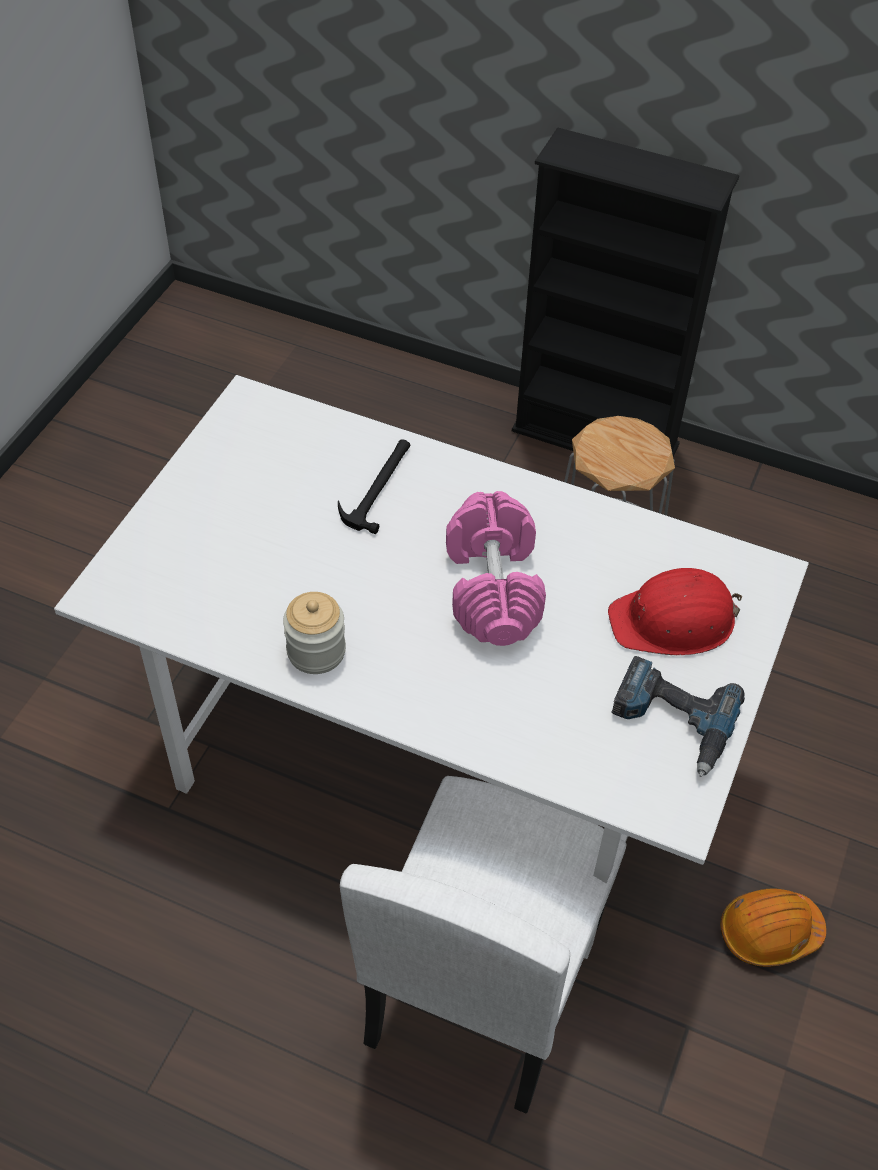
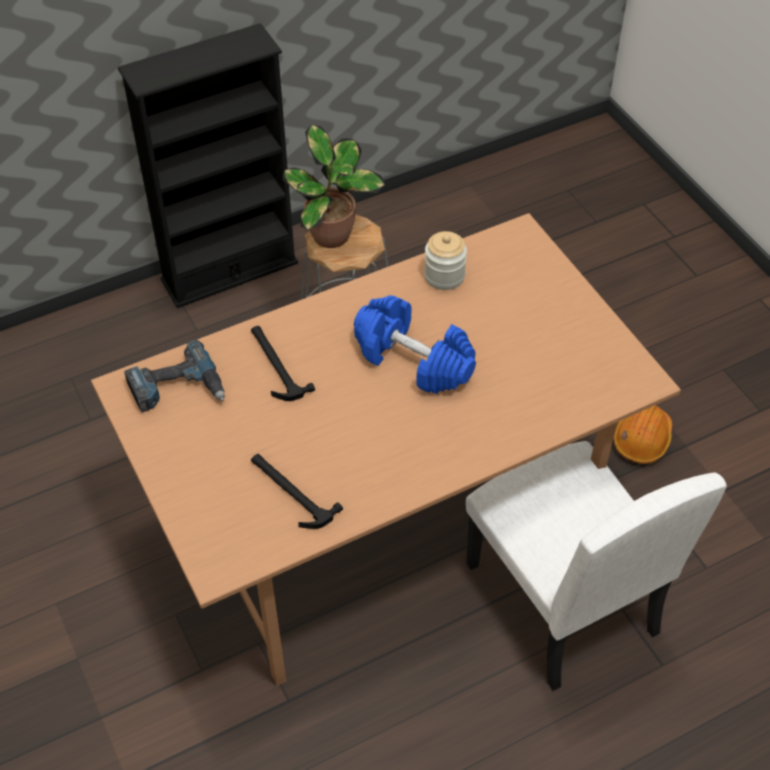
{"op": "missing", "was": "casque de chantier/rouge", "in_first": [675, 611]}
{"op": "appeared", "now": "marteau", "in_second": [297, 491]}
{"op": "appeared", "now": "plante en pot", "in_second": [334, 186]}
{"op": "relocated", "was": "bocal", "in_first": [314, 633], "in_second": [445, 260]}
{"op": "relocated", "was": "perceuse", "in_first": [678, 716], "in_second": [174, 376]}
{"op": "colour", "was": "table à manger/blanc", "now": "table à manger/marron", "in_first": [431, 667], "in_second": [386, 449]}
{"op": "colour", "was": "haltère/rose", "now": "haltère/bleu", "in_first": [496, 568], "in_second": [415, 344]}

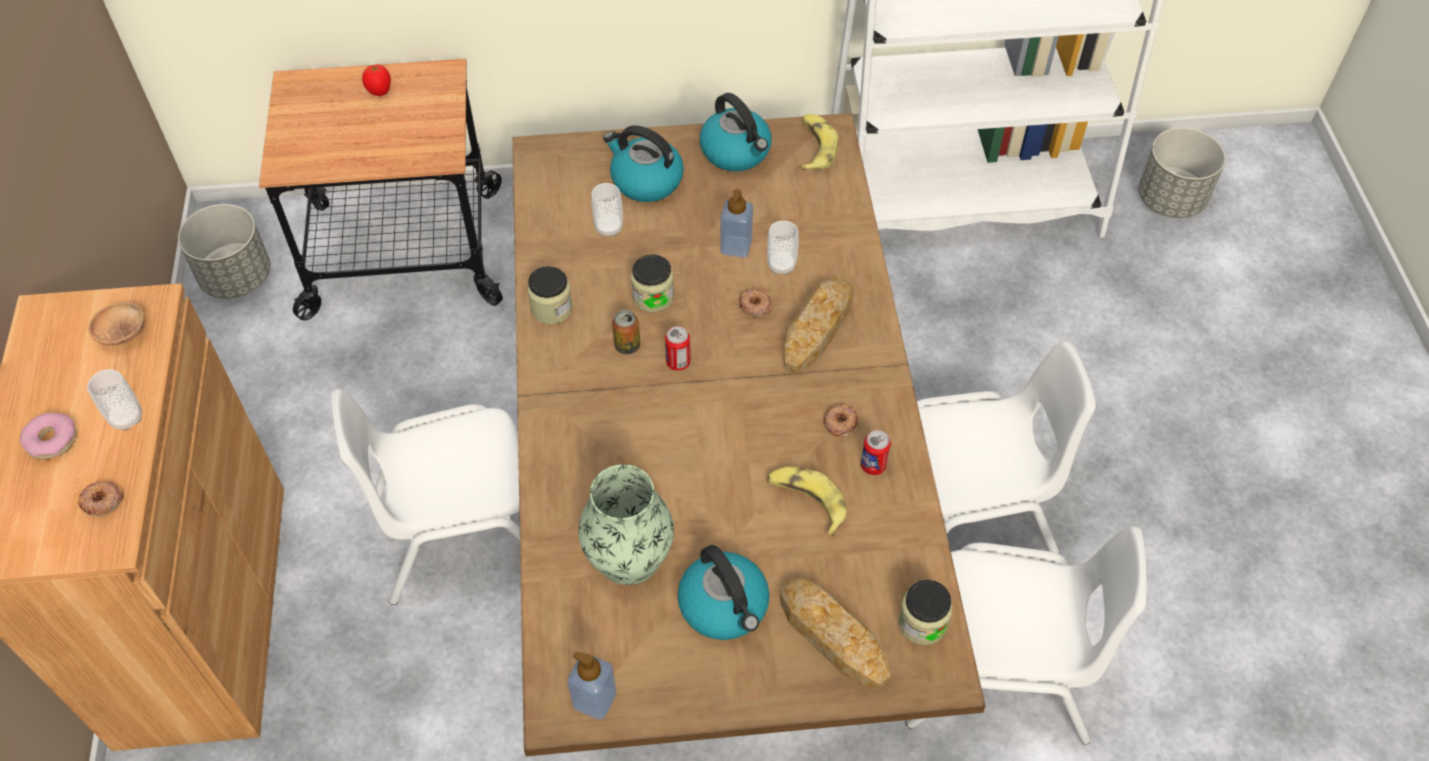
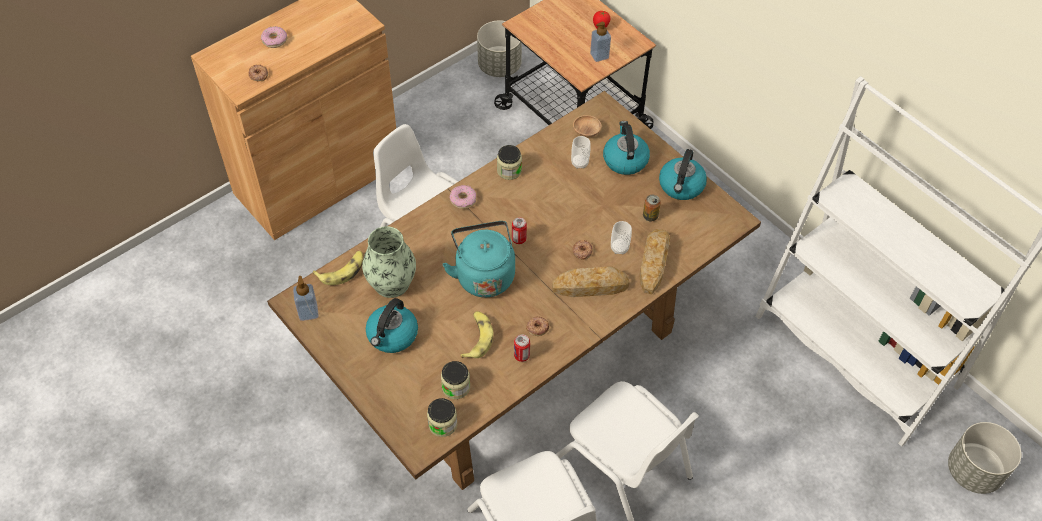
{"op": "missing", "was": "tasse", "in_first": [114, 400]}
{"op": "appeared", "now": "bouilloire/turquoise", "in_second": [479, 259]}
{"op": "appeared", "now": "beignet", "in_second": [463, 197]}
{"op": "relocated", "was": "bol/marron", "in_first": [116, 324], "in_second": [587, 126]}
{"op": "relocated", "was": "boîte métallique", "in_first": [626, 332], "in_second": [652, 208]}
{"op": "relocated", "was": "bocal", "in_first": [652, 283], "in_second": [455, 380]}
{"op": "relocated", "was": "distributeur de savon", "in_first": [736, 223], "in_second": [600, 42]}
{"op": "relocated", "was": "pain", "in_first": [835, 633], "in_second": [654, 261]}
{"op": "relocated", "was": "banane", "in_first": [819, 142], "in_second": [338, 268]}

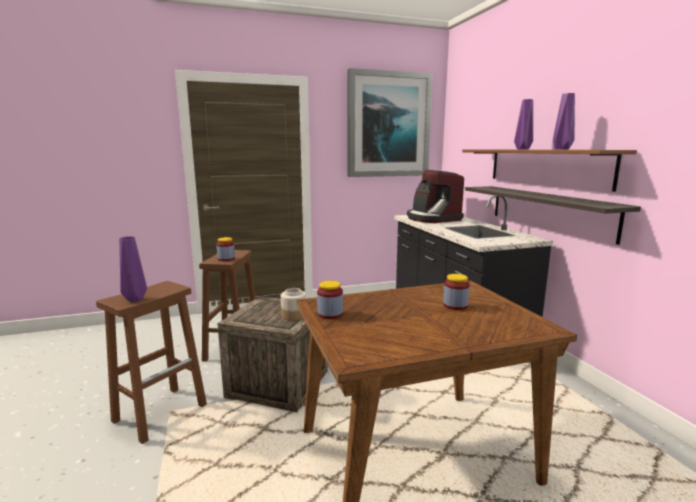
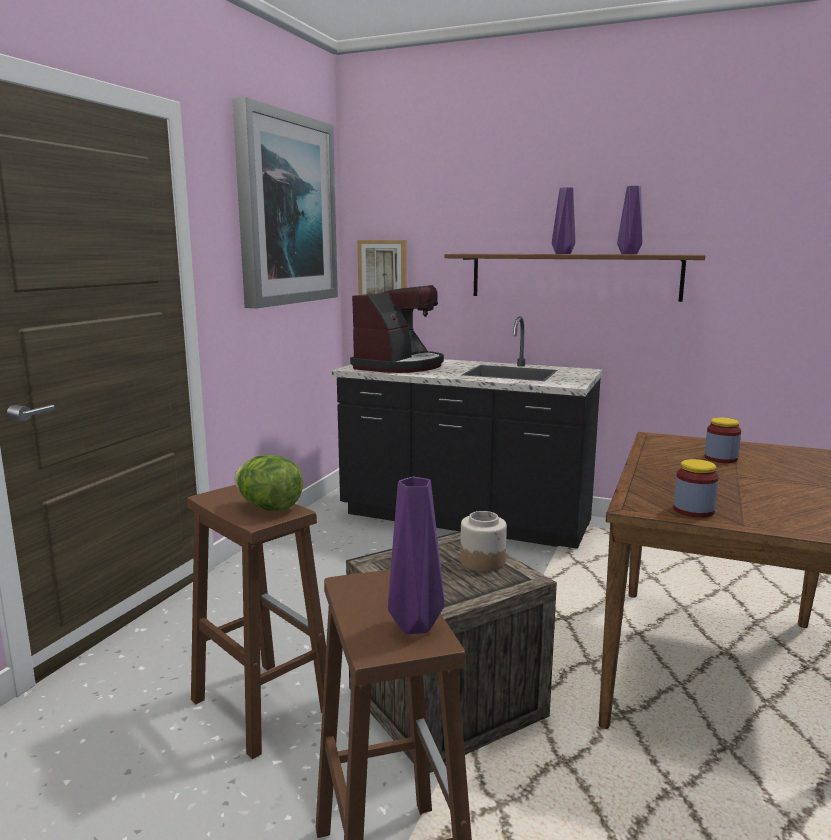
{"op": "missing", "was": "étagère", "in_first": [553, 215]}
{"op": "appeared", "now": "tableau", "in_second": [382, 267]}
{"op": "exchanged", "was": "bocal", "now": "laitue", "in_first": [226, 249], "in_second": [269, 483]}
{"op": "spun", "was": "machine à café", "in_first": [435, 196], "in_second": [397, 329], "clockwise": -75}

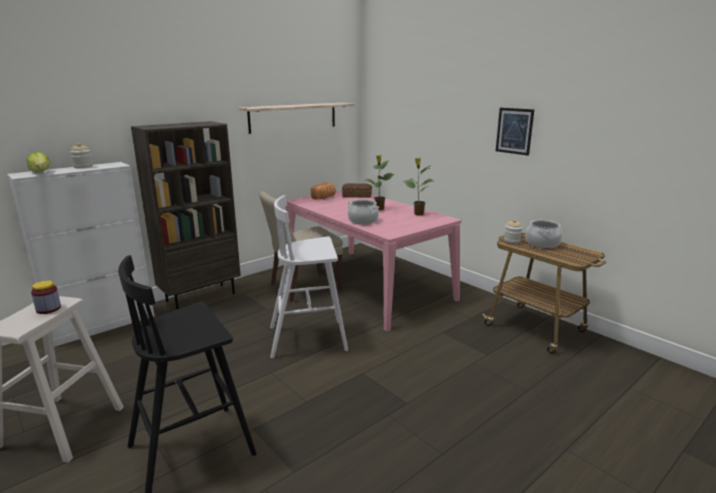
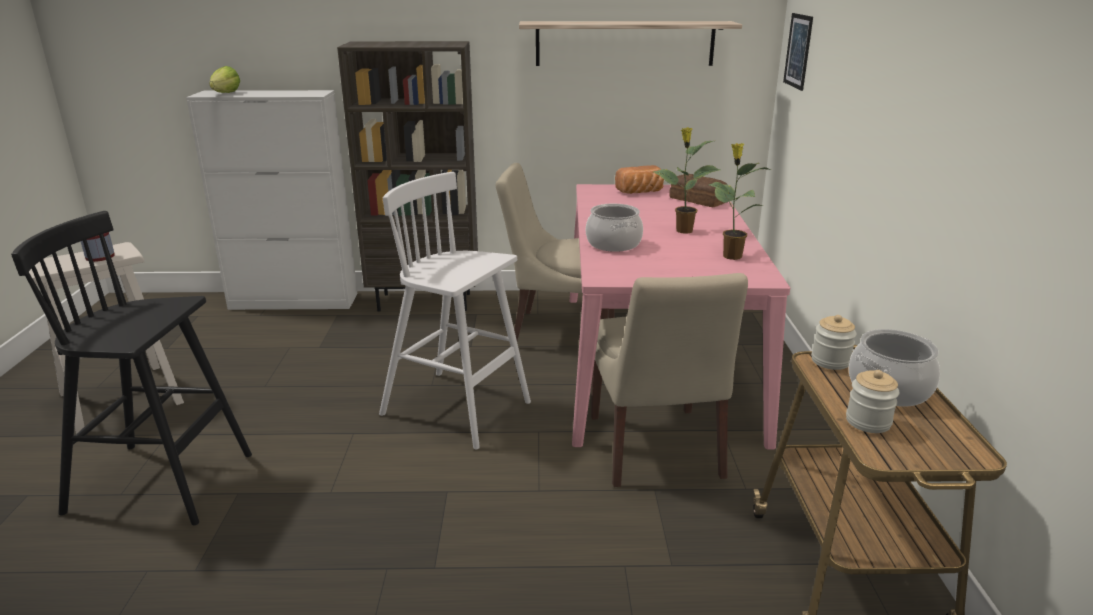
{"op": "appeared", "now": "chaise/beige", "in_second": [669, 380]}
{"op": "relocated", "was": "bocal", "in_first": [81, 155], "in_second": [873, 401]}
{"op": "relocated", "was": "tableau", "in_first": [515, 132], "in_second": [798, 52]}

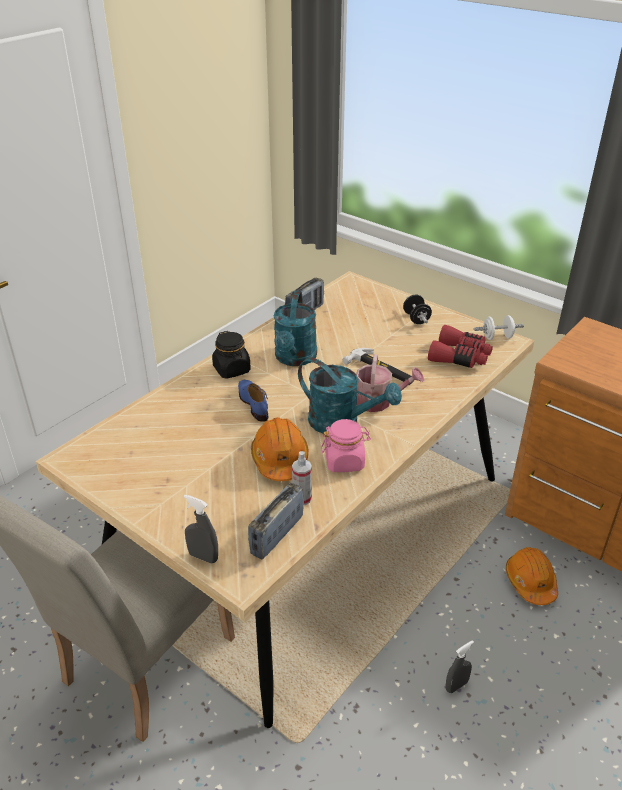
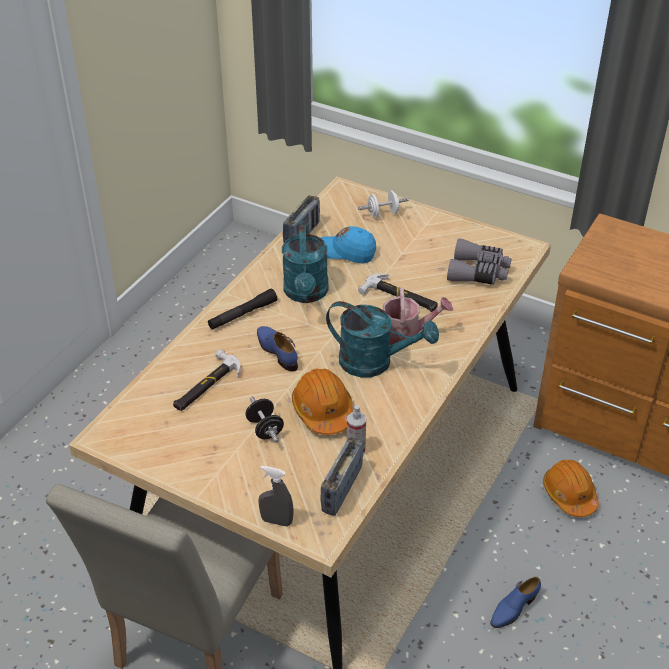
{"op": "missing", "was": "bocal/rose", "in_first": [346, 445]}
{"op": "appeared", "now": "marteau", "in_second": [207, 380]}
{"op": "appeared", "now": "casquette/bleu", "in_second": [348, 245]}
{"op": "relocated", "was": "haltère/noir", "in_first": [417, 309], "in_second": [265, 420]}
{"op": "relocated", "was": "haltère/blanc", "in_first": [499, 327], "in_second": [383, 204]}
{"op": "exchanged", "was": "bocal/noir", "now": "lampe de poche/noir", "in_first": [231, 355], "in_second": [242, 309]}
{"op": "exchanged", "was": "vaporisateur/gris", "now": "chaussure/bleu", "in_first": [460, 666], "in_second": [515, 602]}
{"op": "colour", "was": "jumelles/rouge", "now": "jumelles/gris", "in_first": [460, 346], "in_second": [479, 261]}

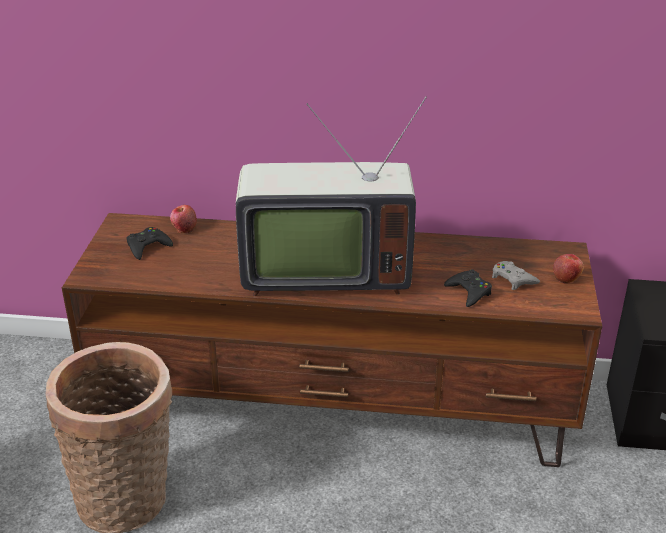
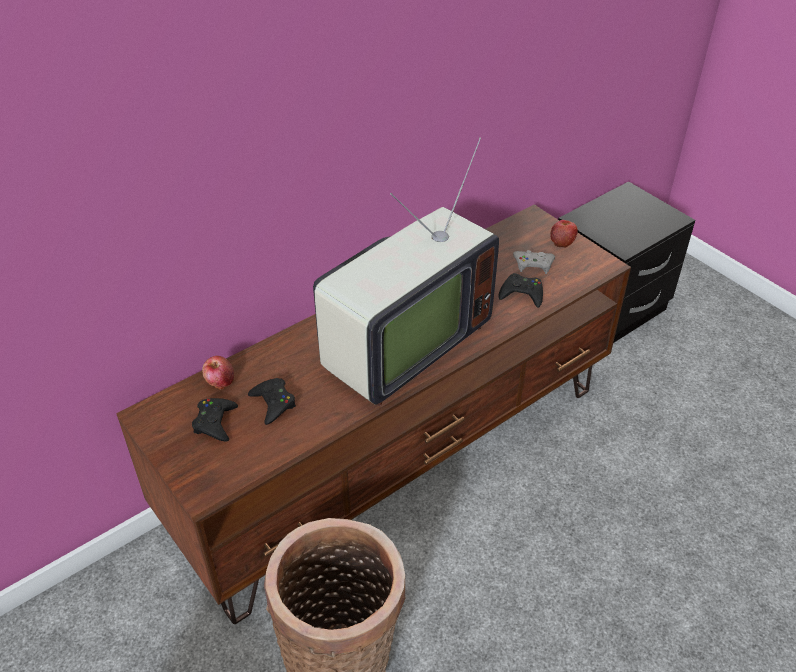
{"op": "appeared", "now": "manette/noir", "in_second": [272, 401]}

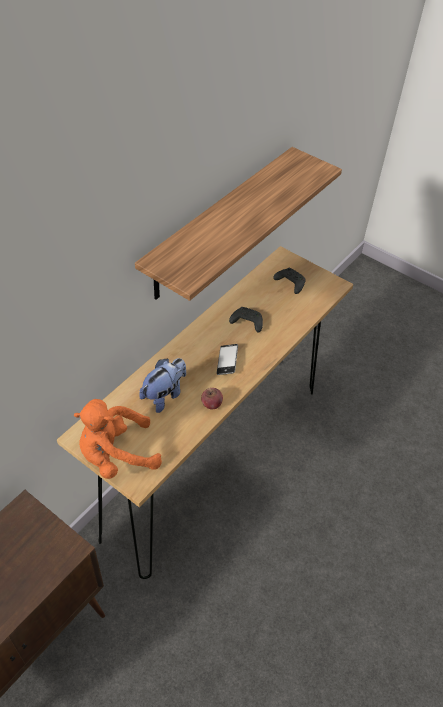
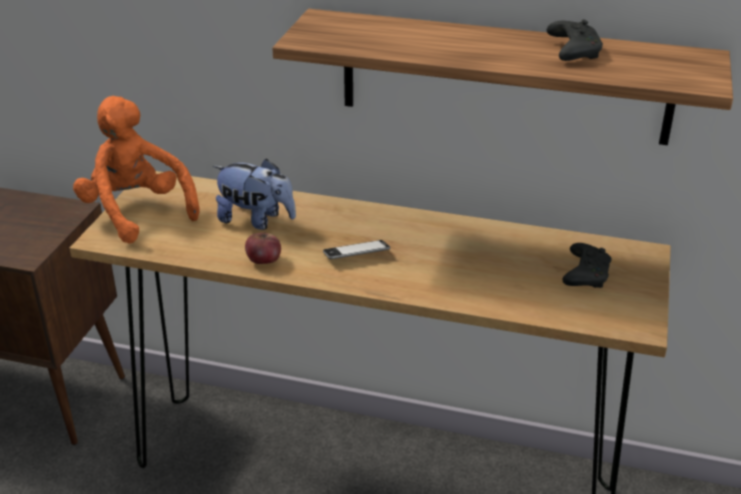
{"op": "relocated", "was": "manette/noir", "in_first": [246, 320], "in_second": [575, 40]}

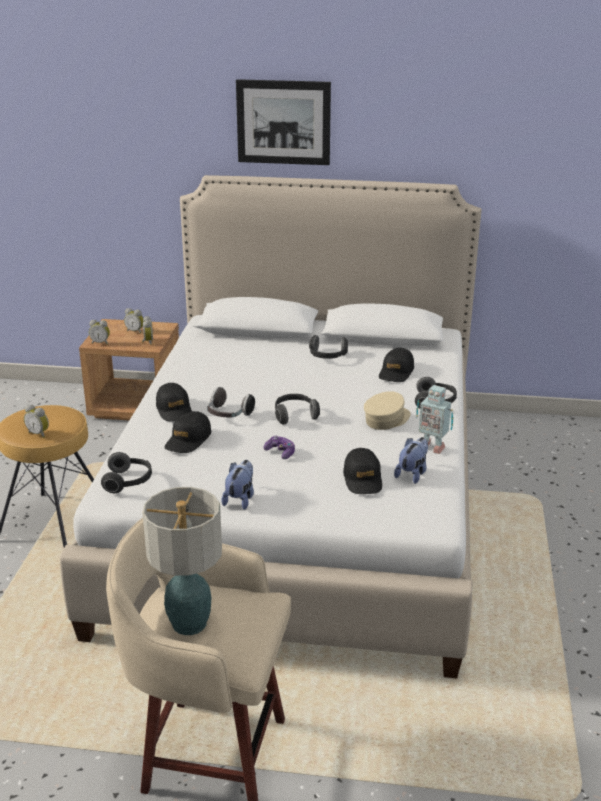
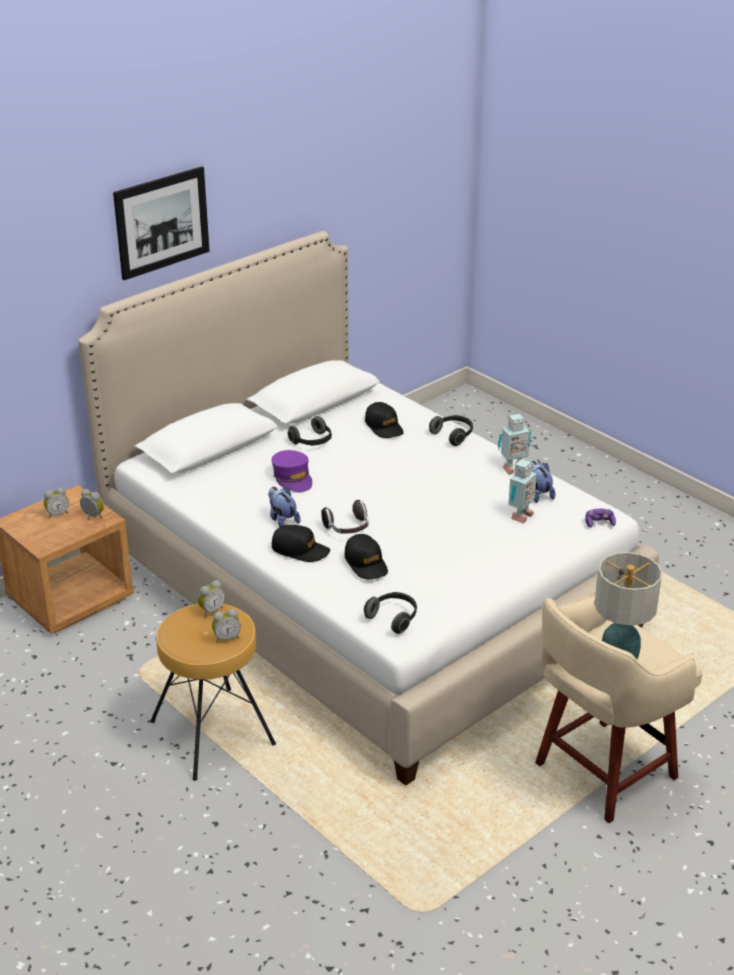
{"op": "missing", "was": "casque audio", "in_first": [297, 409]}
{"op": "missing", "was": "casquette/beige", "in_first": [387, 410]}
{"op": "appeared", "now": "casquette/violet", "in_second": [292, 471]}
{"op": "relocated", "was": "réveil", "in_first": [99, 332], "in_second": [211, 598]}
{"op": "relocated", "was": "peluche", "in_first": [237, 485], "in_second": [284, 507]}
{"op": "relocated", "was": "manette", "in_first": [279, 447], "in_second": [600, 518]}
{"op": "exchanged", "was": "casquette/noir", "now": "robot jouet", "in_first": [362, 471], "in_second": [522, 491]}

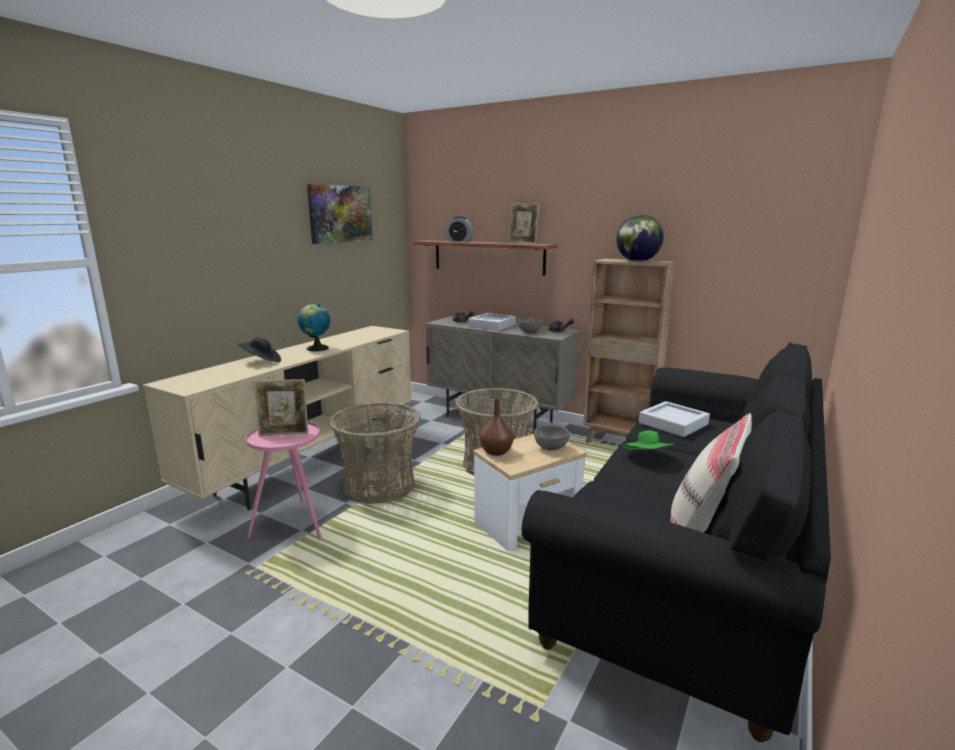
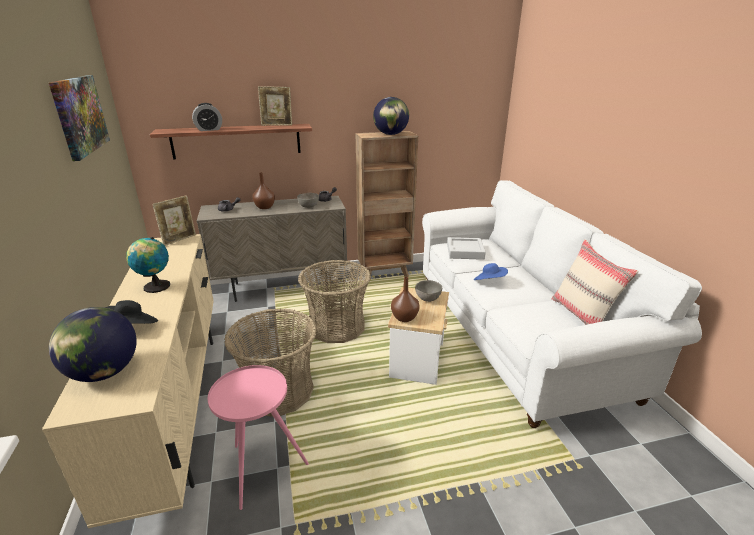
{"op": "appeared", "now": "globe", "in_second": [93, 344]}
{"op": "relocated", "was": "cadre photo", "in_first": [281, 407], "in_second": [174, 220]}
{"op": "exchanged", "was": "plateau/gris", "now": "vase/marron", "in_first": [492, 322], "in_second": [264, 190]}
{"op": "colour", "was": "canapé/noir", "now": "canapé/blanc", "in_first": [676, 542], "in_second": [562, 304]}
{"op": "colour", "was": "chapeau/vert", "now": "chapeau/bleu", "in_first": [648, 439], "in_second": [491, 271]}

